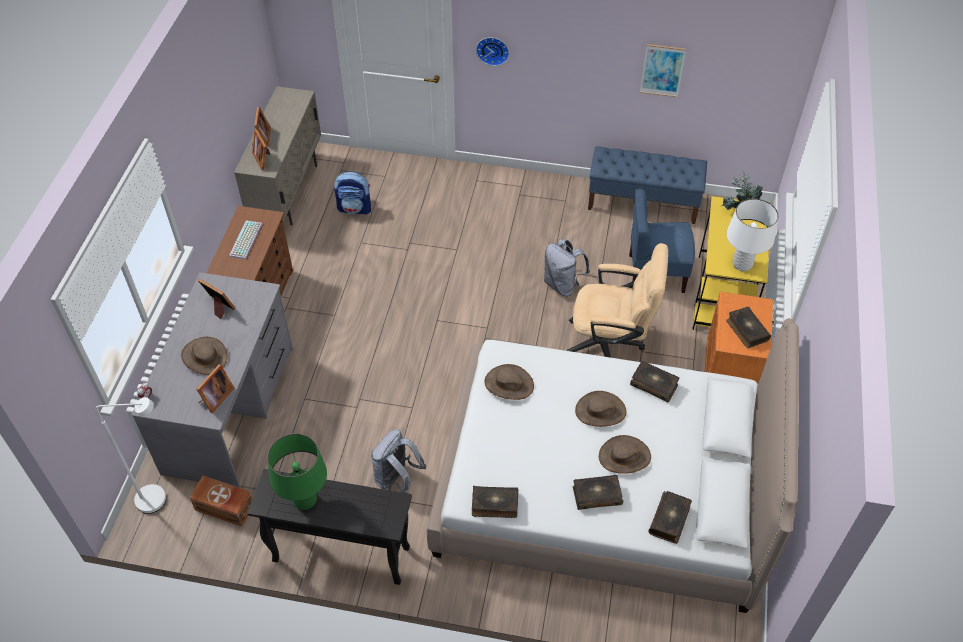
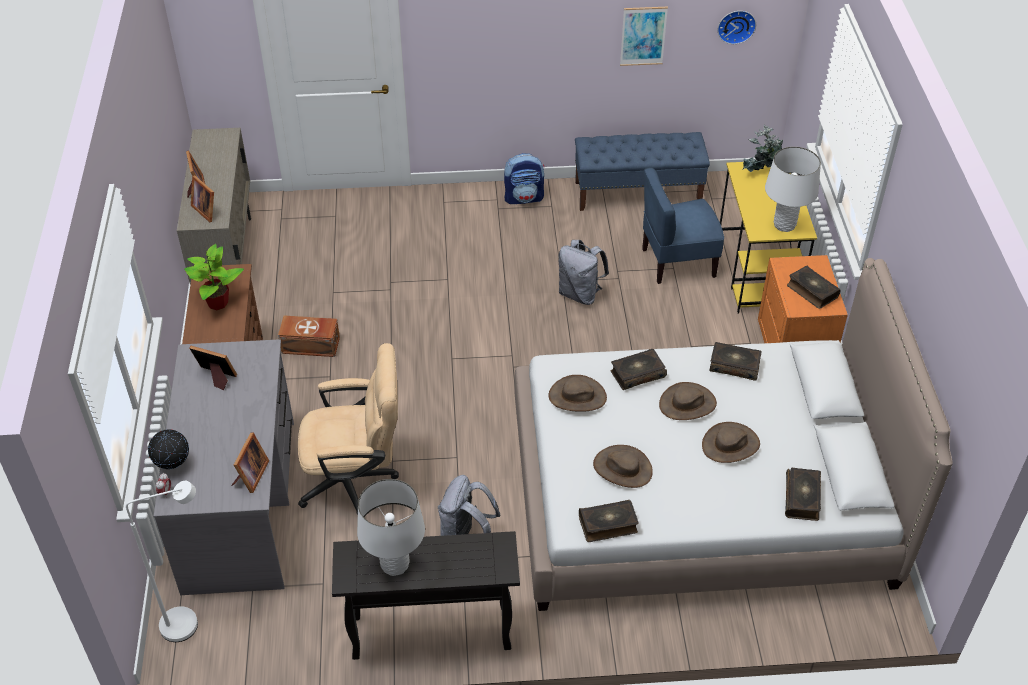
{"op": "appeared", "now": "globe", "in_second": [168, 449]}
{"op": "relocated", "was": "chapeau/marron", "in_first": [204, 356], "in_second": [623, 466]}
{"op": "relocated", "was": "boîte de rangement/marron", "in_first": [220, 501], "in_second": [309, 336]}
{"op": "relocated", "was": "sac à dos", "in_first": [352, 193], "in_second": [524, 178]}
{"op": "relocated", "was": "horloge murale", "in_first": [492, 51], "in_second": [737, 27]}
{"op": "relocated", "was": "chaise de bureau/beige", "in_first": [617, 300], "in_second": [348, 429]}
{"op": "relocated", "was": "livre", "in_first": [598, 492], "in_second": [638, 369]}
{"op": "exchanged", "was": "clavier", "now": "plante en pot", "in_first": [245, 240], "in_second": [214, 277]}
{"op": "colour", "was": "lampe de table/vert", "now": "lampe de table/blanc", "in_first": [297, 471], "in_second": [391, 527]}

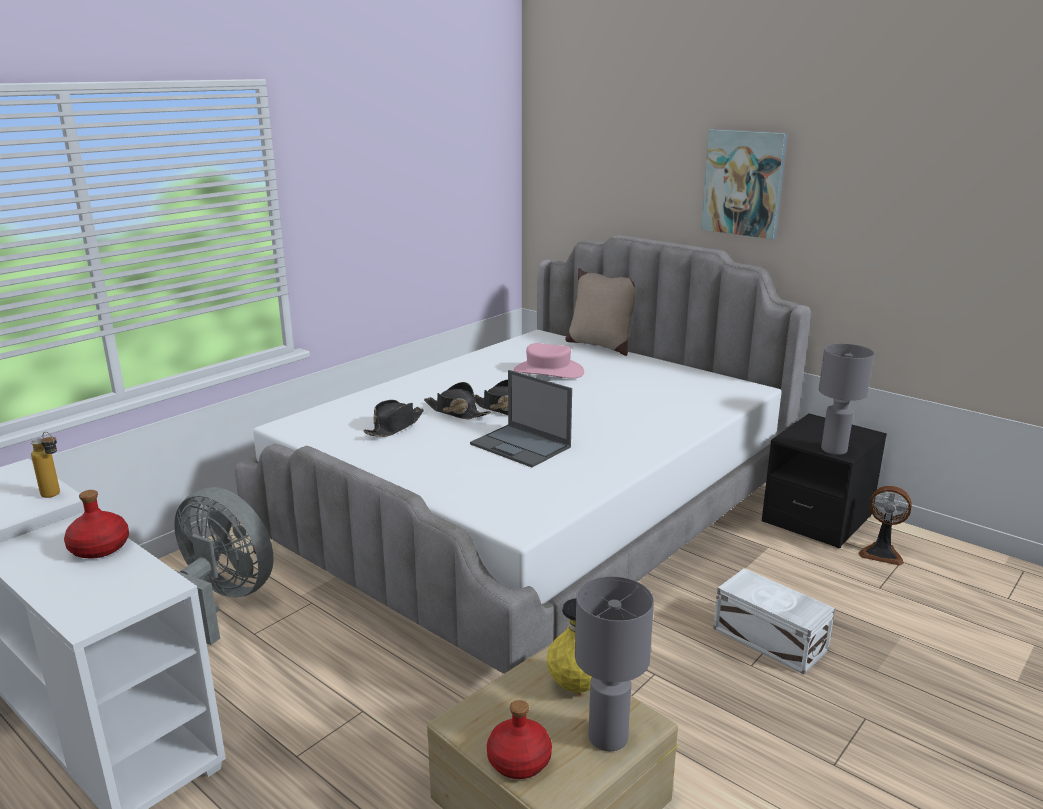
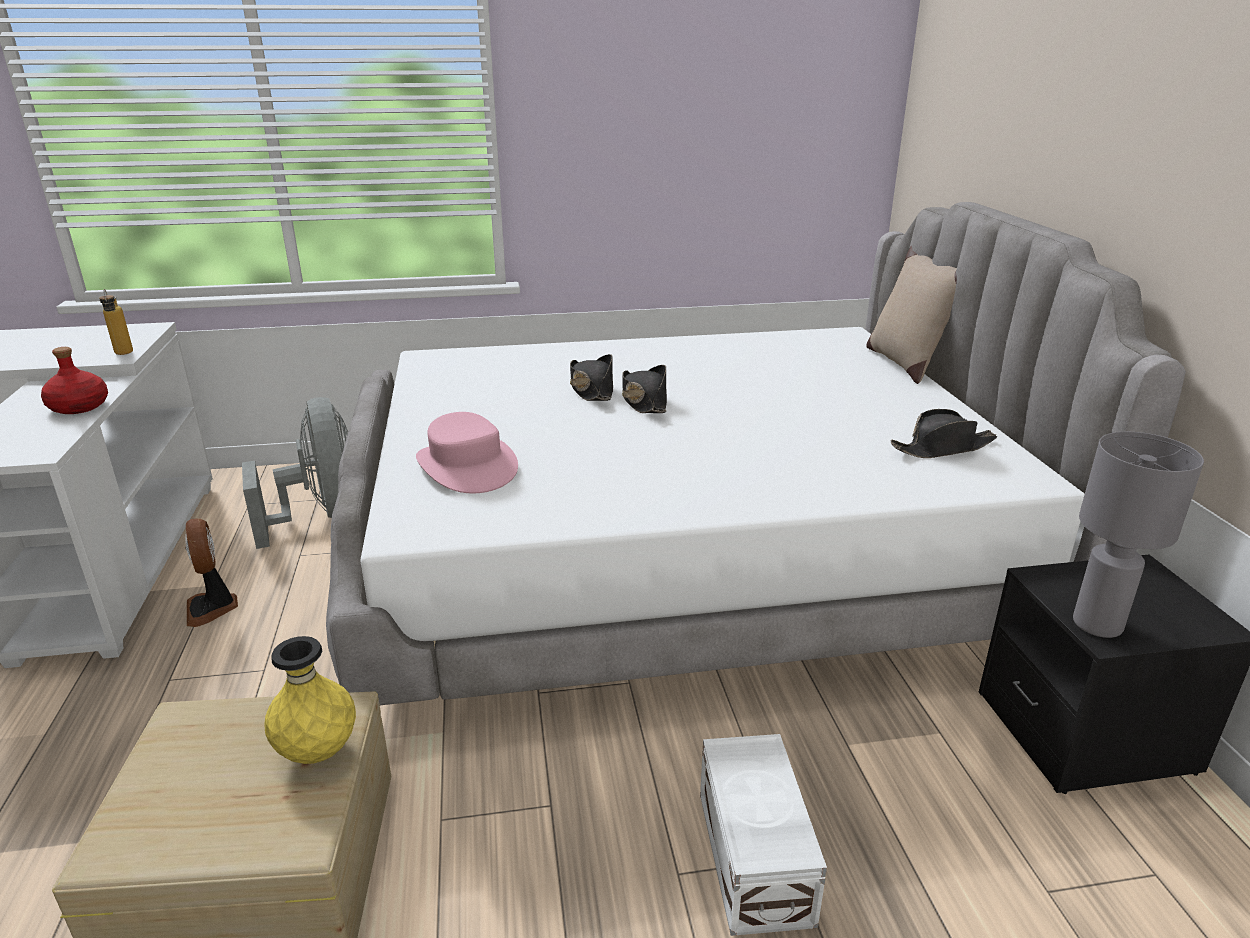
{"op": "missing", "was": "ordinateur portable", "in_first": [521, 418]}
{"op": "missing", "was": "bouteille/rouge", "in_first": [519, 739]}
{"op": "missing", "was": "lampe de table/gris", "in_first": [614, 663]}
{"op": "missing", "was": "tableau", "in_first": [744, 184]}
{"op": "relocated", "was": "chapeau/noir", "in_first": [393, 418], "in_second": [944, 433]}
{"op": "relocated", "was": "chapeau/rose", "in_first": [549, 360], "in_second": [467, 452]}
{"op": "relocated", "was": "ventilateur", "in_first": [885, 526], "in_second": [211, 573]}

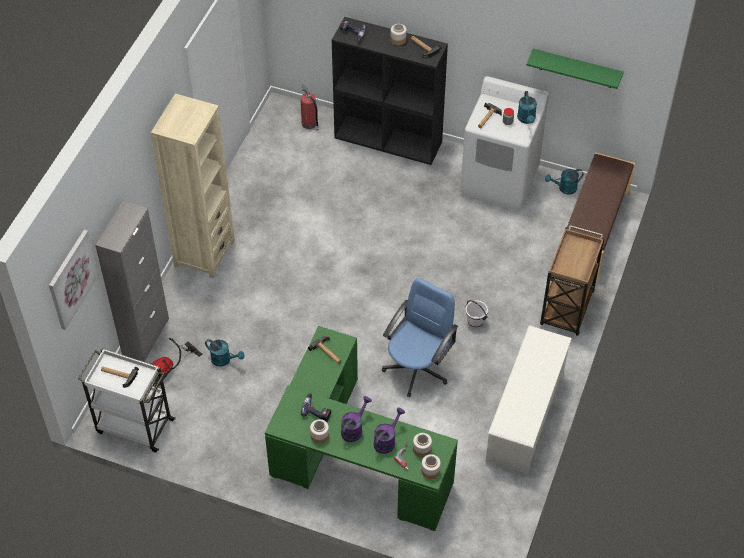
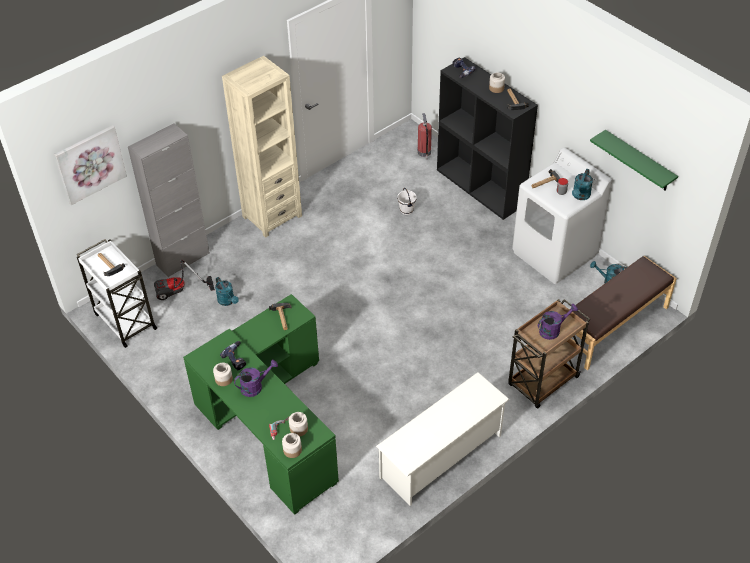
{"op": "missing", "was": "chaise de bureau/bleu", "in_first": [420, 337]}
{"op": "relocated", "was": "arrosoir/violet", "in_first": [389, 431], "in_second": [558, 322]}
{"op": "relocated", "was": "seau/blanc", "in_first": [476, 314], "in_second": [407, 201]}

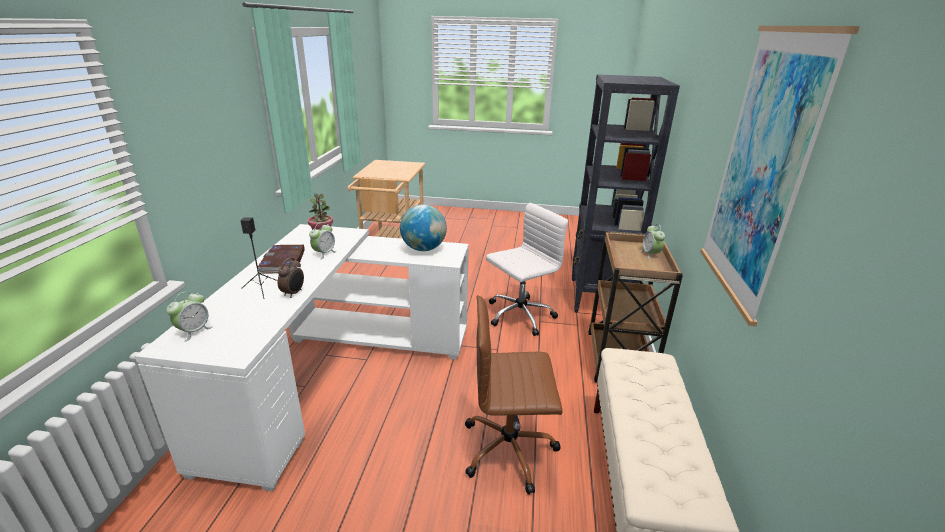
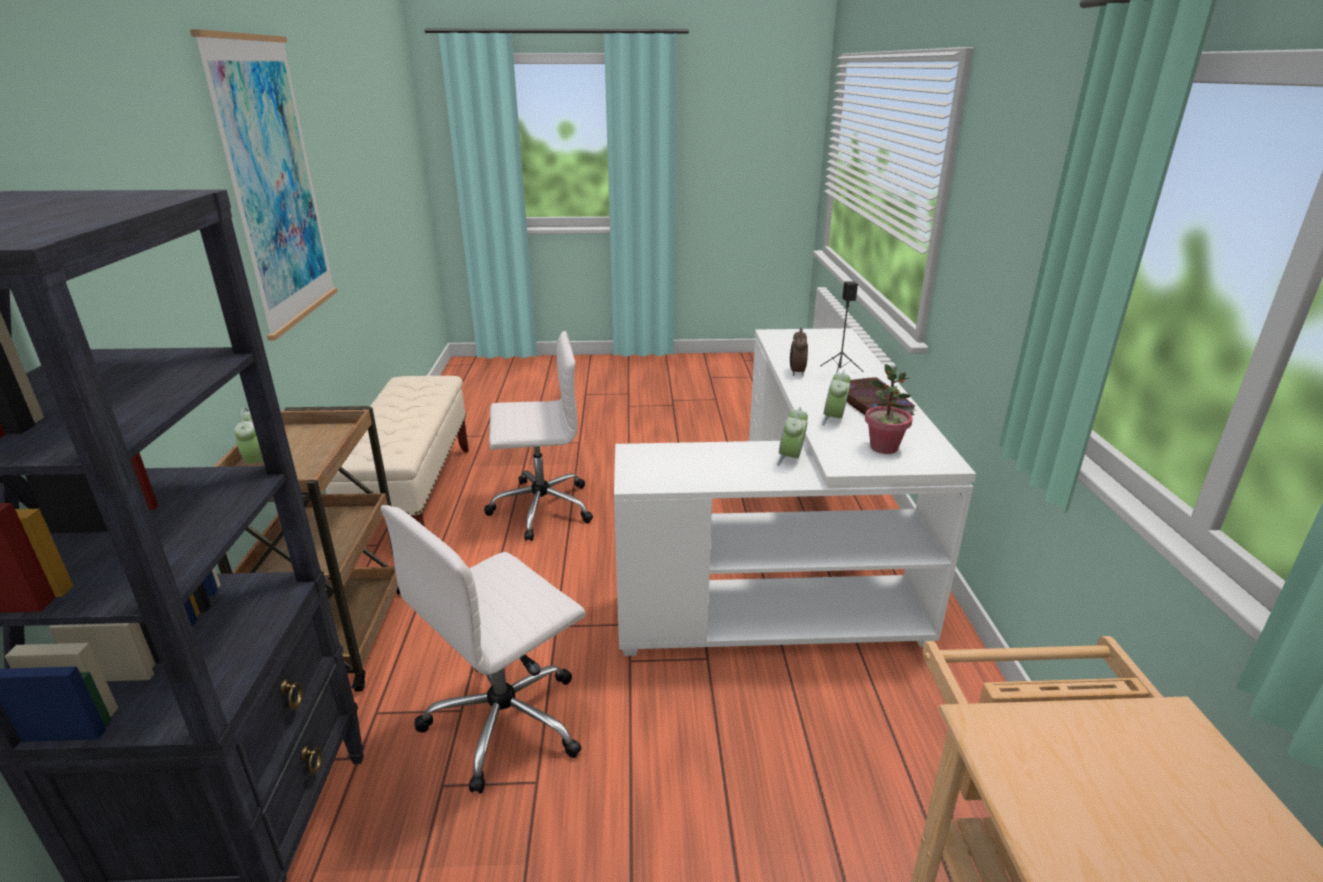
{"op": "missing", "was": "globe", "in_first": [423, 228]}
{"op": "relocated", "was": "réveil", "in_first": [189, 317], "in_second": [792, 436]}
{"op": "colour", "was": "chaise de bureau/marron", "now": "chaise de bureau/blanc", "in_first": [514, 395], "in_second": [538, 436]}

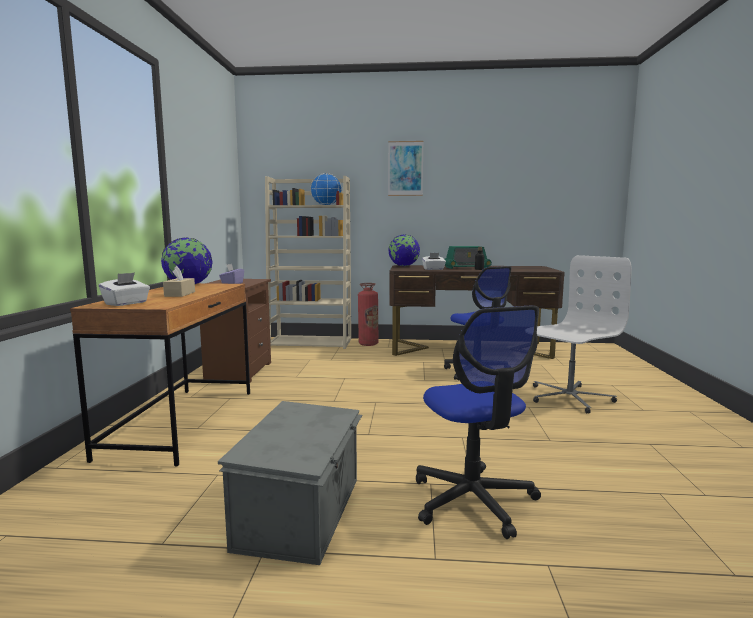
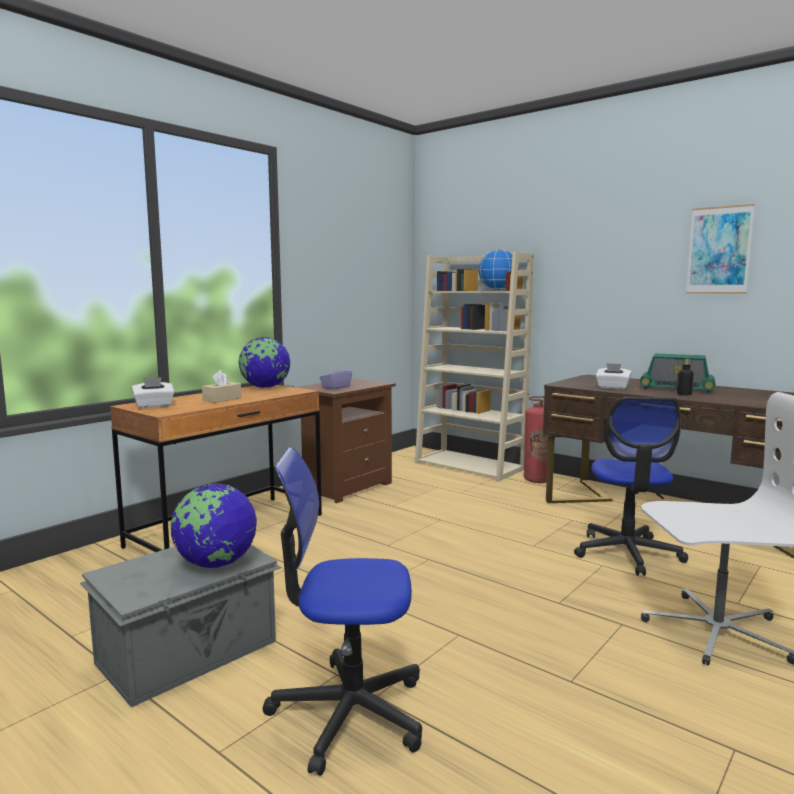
{"op": "relocated", "was": "tableau", "in_first": [405, 168], "in_second": [720, 249]}
{"op": "relocated", "was": "globe", "in_first": [404, 250], "in_second": [214, 525]}
{"op": "spun", "was": "chaise de bureau", "in_first": [478, 422], "in_second": [342, 612], "clockwise": 75}

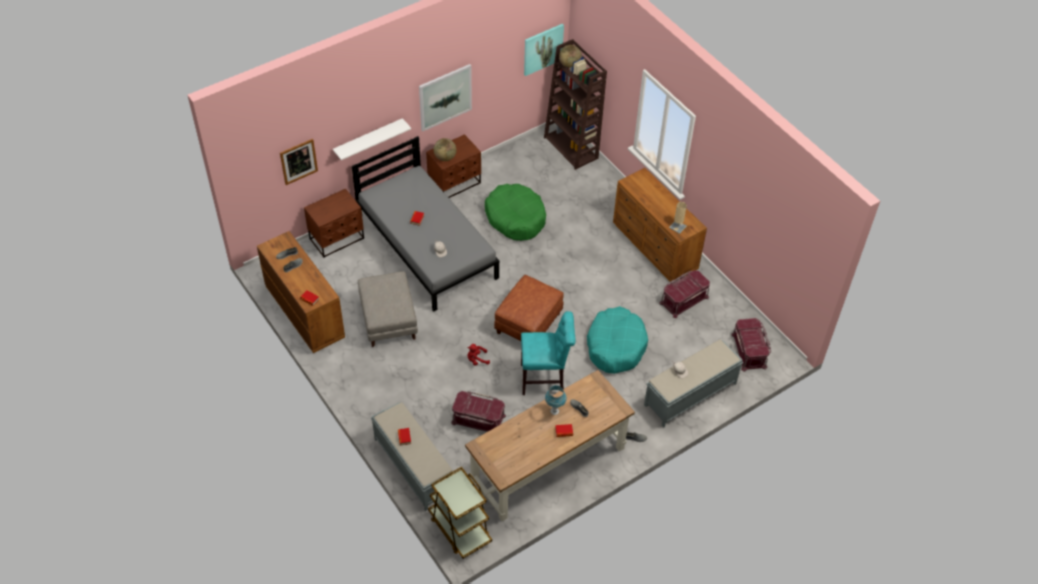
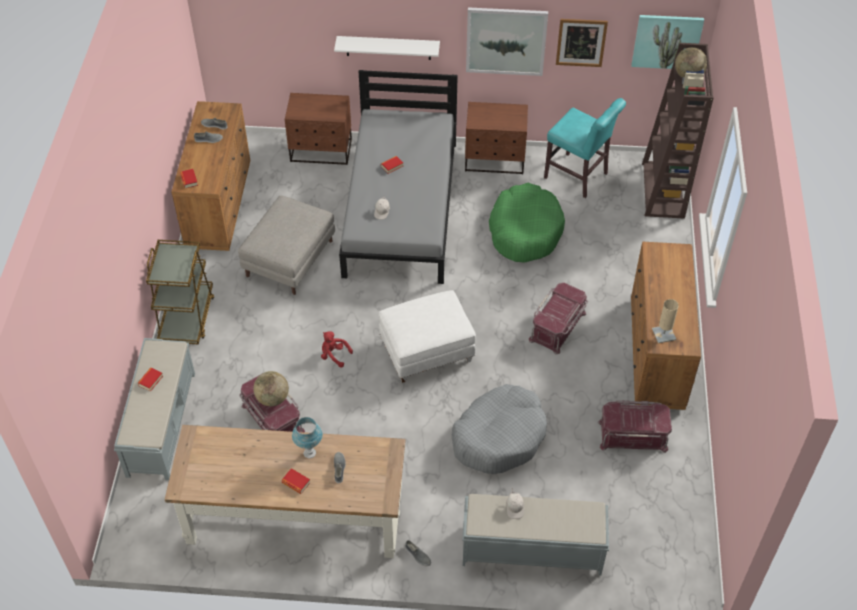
{"op": "relocated", "was": "tableau", "in_first": [299, 162], "in_second": [582, 43]}
{"op": "relocated", "was": "chariot/marron", "in_first": [460, 513], "in_second": [180, 292]}
{"op": "relocated", "was": "globe", "in_first": [445, 149], "in_second": [271, 388]}
{"op": "relocated", "was": "chaise/turquoise", "in_first": [548, 353], "in_second": [585, 148]}
{"op": "relocated", "was": "boîte de rangement/rouge", "in_first": [751, 345], "in_second": [558, 318]}
{"op": "colour", "was": "pouf/marron", "now": "pouf/blanc", "in_first": [529, 308], "in_second": [427, 336]}
{"op": "colour", "was": "panier pour chien/turquoise", "now": "panier pour chien/gris", "in_first": [617, 340], "in_second": [499, 429]}

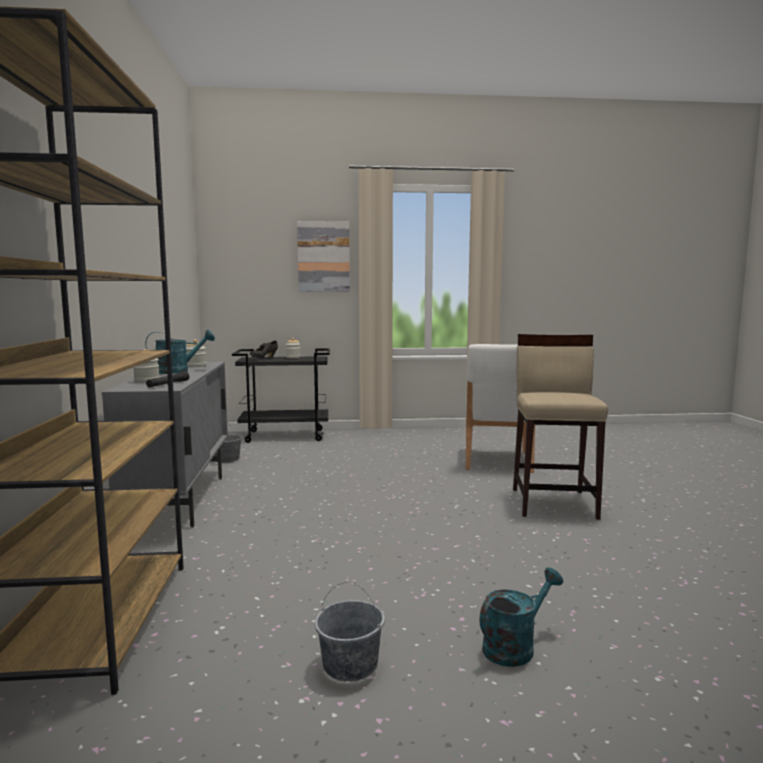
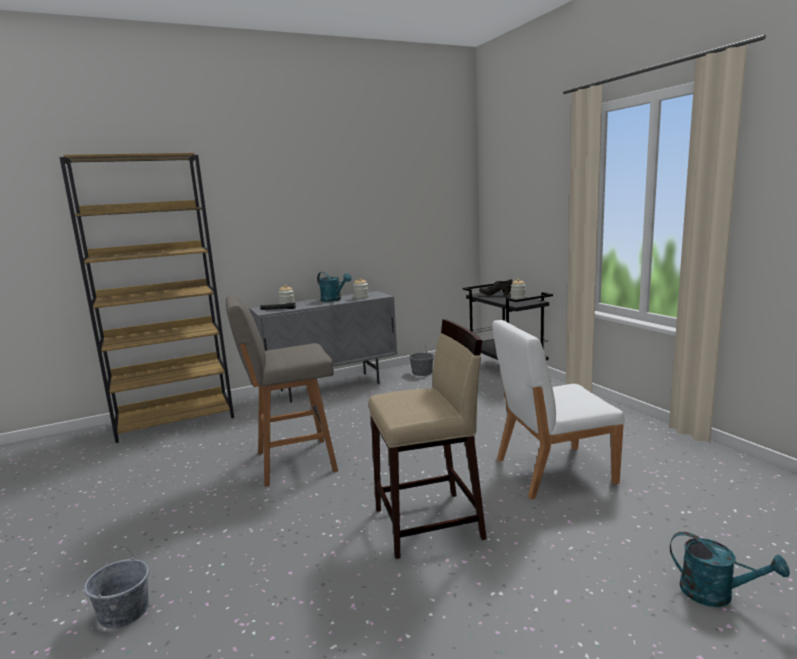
{"op": "missing", "was": "tableau", "in_first": [323, 256]}
{"op": "appeared", "now": "tabouret/gris", "in_second": [282, 391]}
{"op": "relocated", "was": "seau/gris", "in_first": [350, 631], "in_second": [116, 587]}
{"op": "relocated", "was": "arrosoir/turquoise", "in_first": [521, 617], "in_second": [730, 569]}

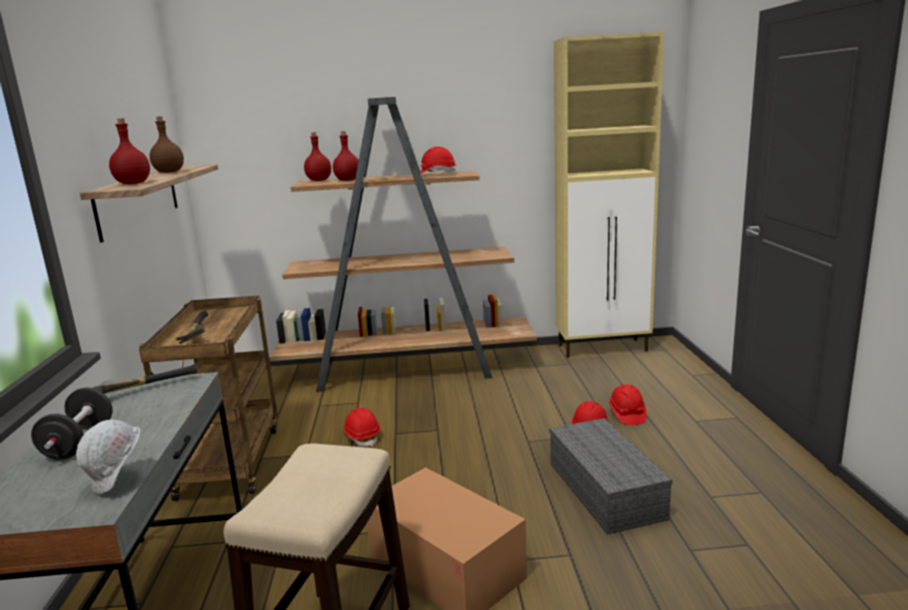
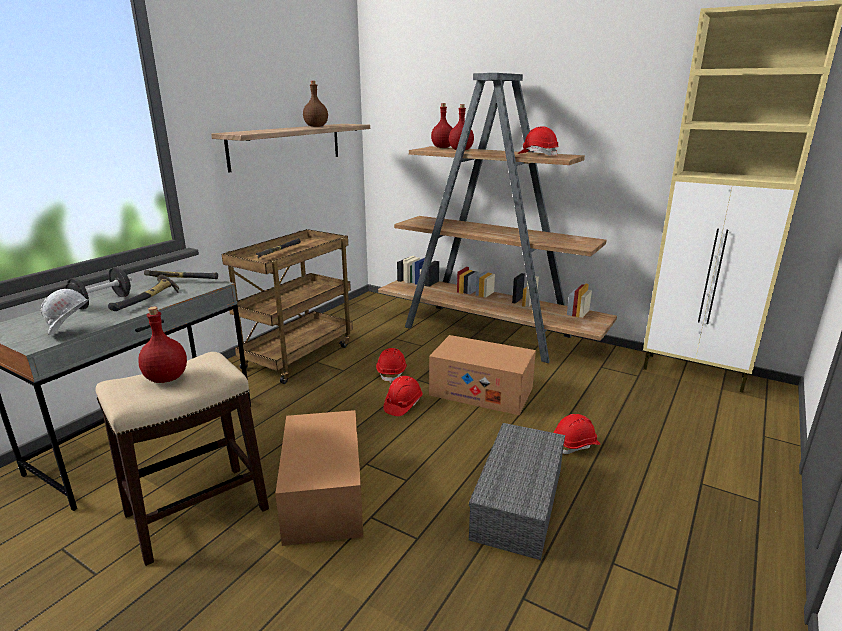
{"op": "appeared", "now": "marteau", "in_second": [143, 292]}
{"op": "appeared", "now": "carton", "in_second": [482, 375]}
{"op": "relocated", "was": "bouteille/rouge", "in_first": [129, 151], "in_second": [162, 345]}
{"op": "relocated", "was": "casque de chantier/rouge", "in_first": [628, 404], "in_second": [402, 396]}

